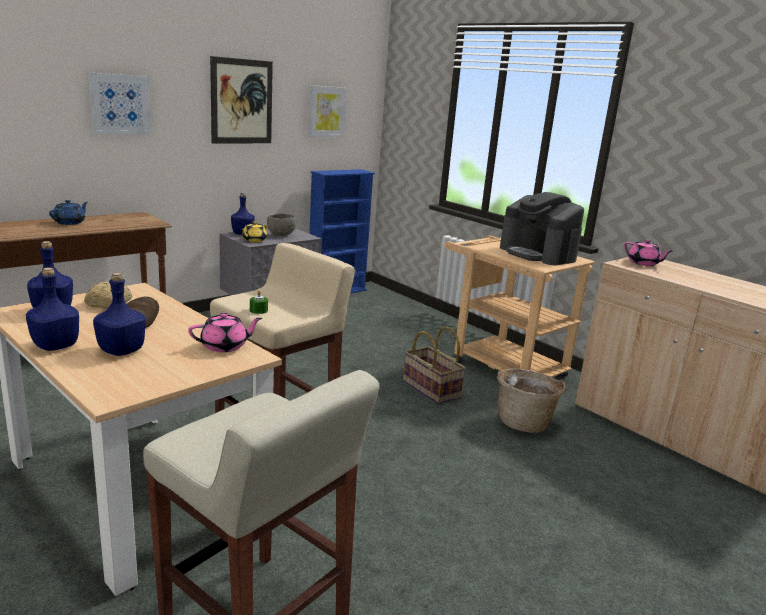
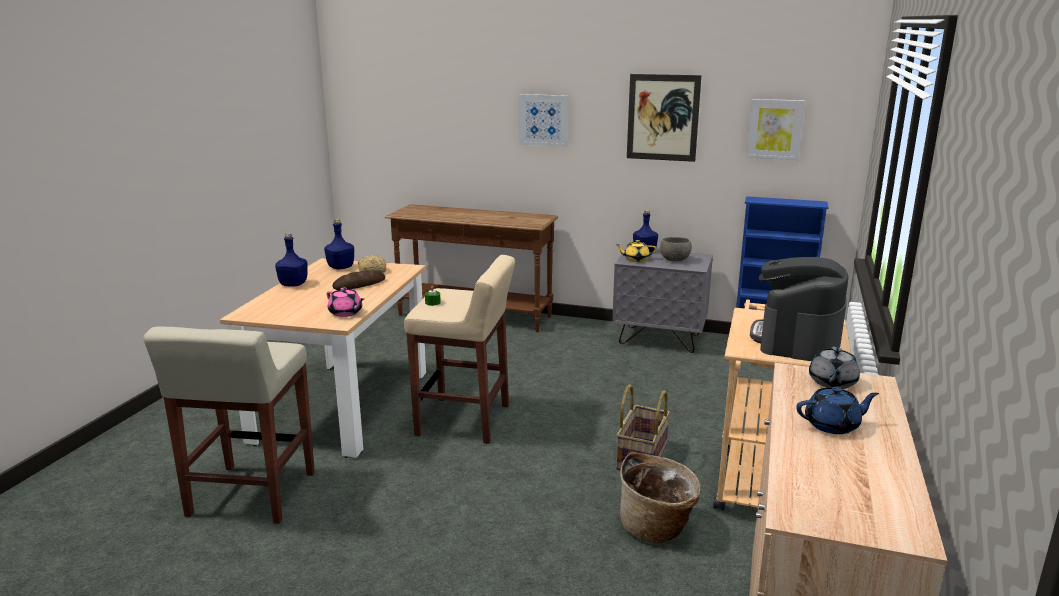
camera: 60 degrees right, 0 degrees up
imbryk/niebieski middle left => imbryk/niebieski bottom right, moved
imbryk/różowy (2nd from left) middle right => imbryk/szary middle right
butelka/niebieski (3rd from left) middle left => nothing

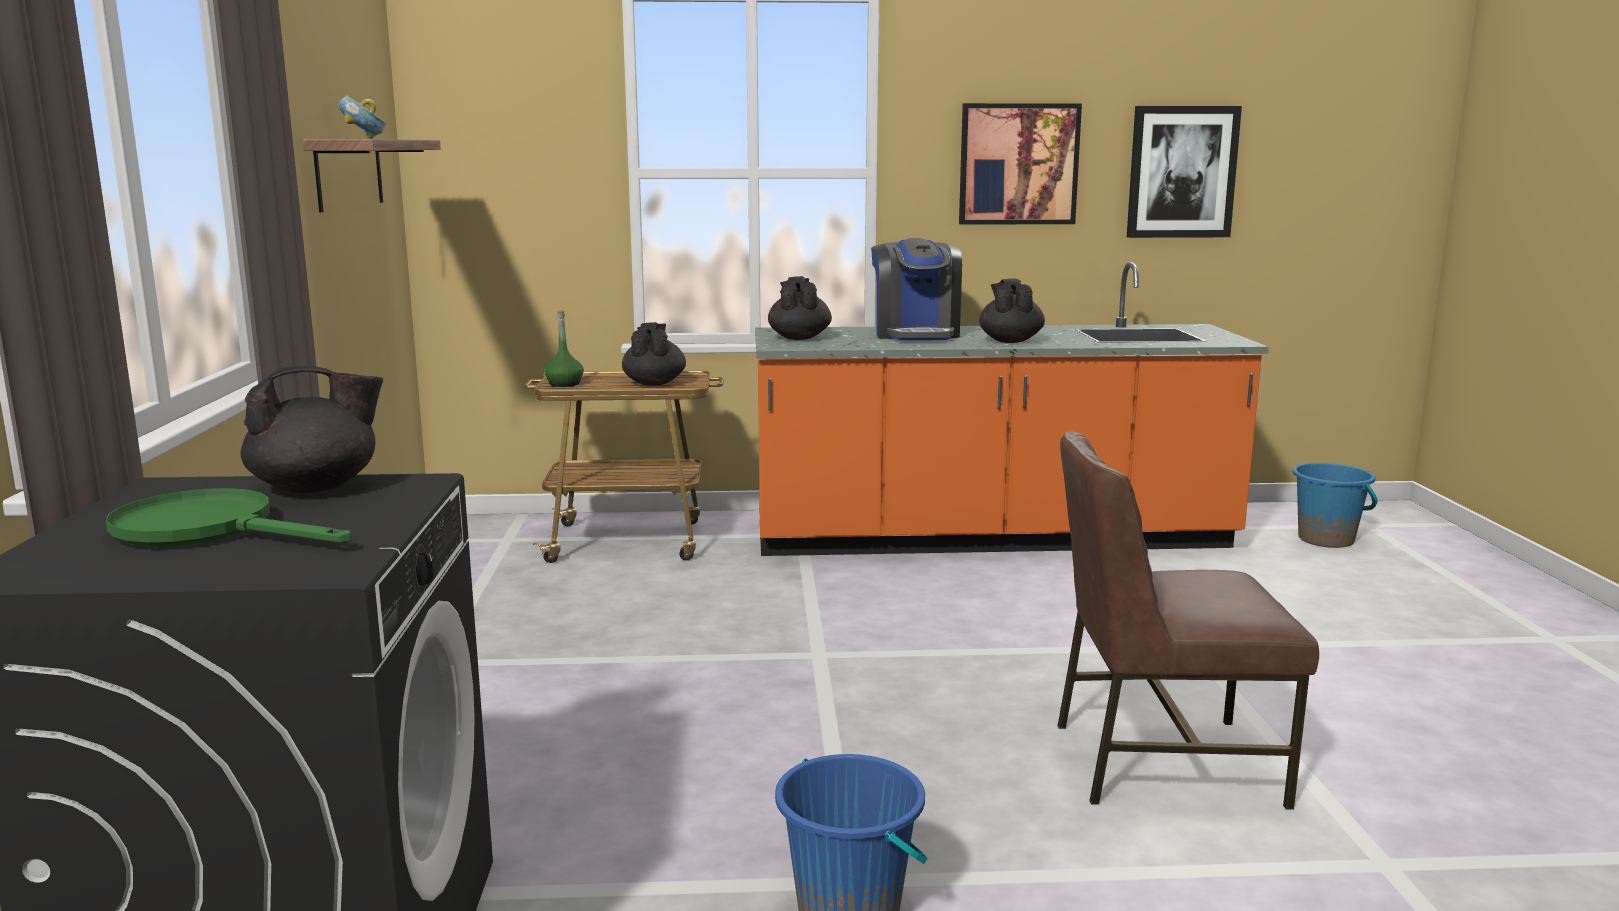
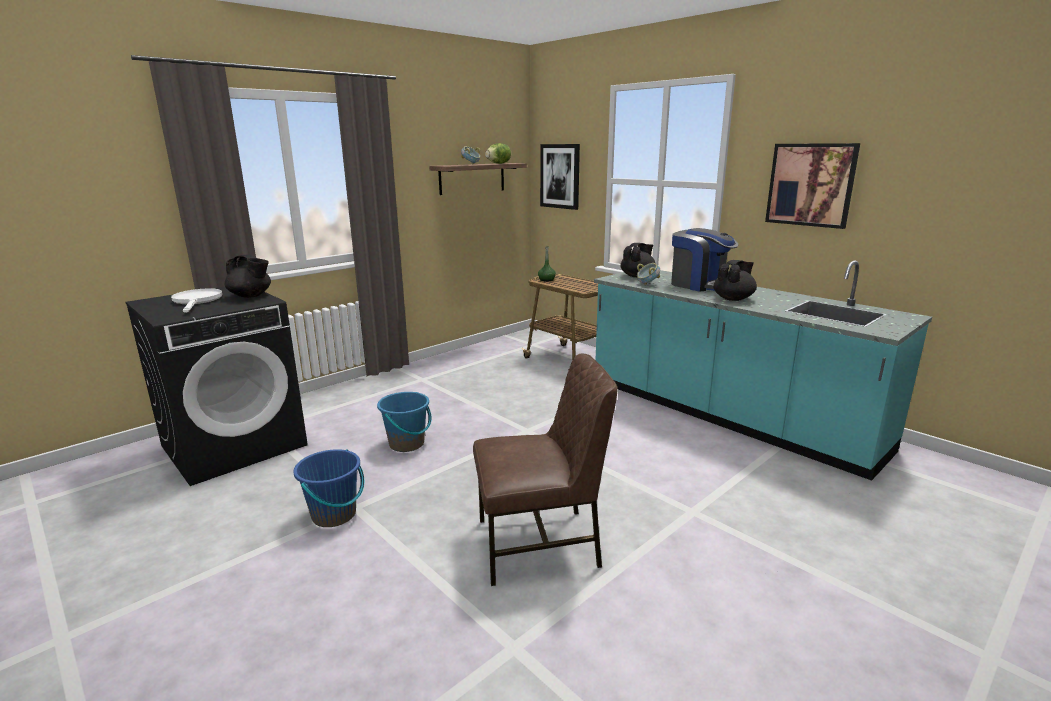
camera: 50 degrees right, 5 degrees up
obraz (2nd from left in the first image) top right => obraz (1st from left) top centre, moved
ekspres do kawy top centre => ekspres do kawy middle right, 90 degrees counterclockwise
zabudowa kuchenna/pomarańczowy centre => zabudowa kuchenna/turkusowy middle right
imbryk/czarny (2nd from left) centre => nothing
krzesło/brązowy bottom right => krzesło/brązowy bottom centre, 120 degrees clockwise
wiadro/niebieski (2nd from left) middle right => wiadro/niebieski (2nd from left) centre, moved
patelnia/zielony middle left => patelnia/biały middle left
nothing => sałata top centre
nothing => miska (2nd from left) centre

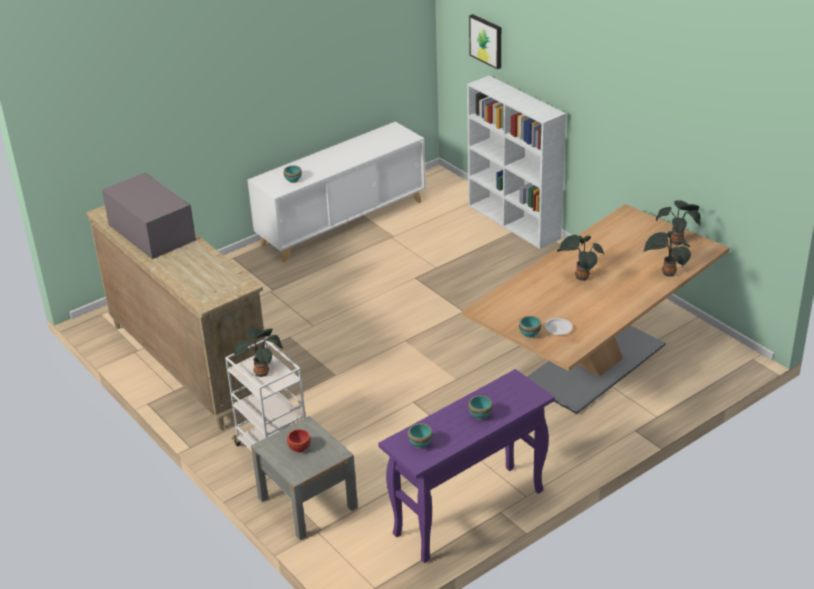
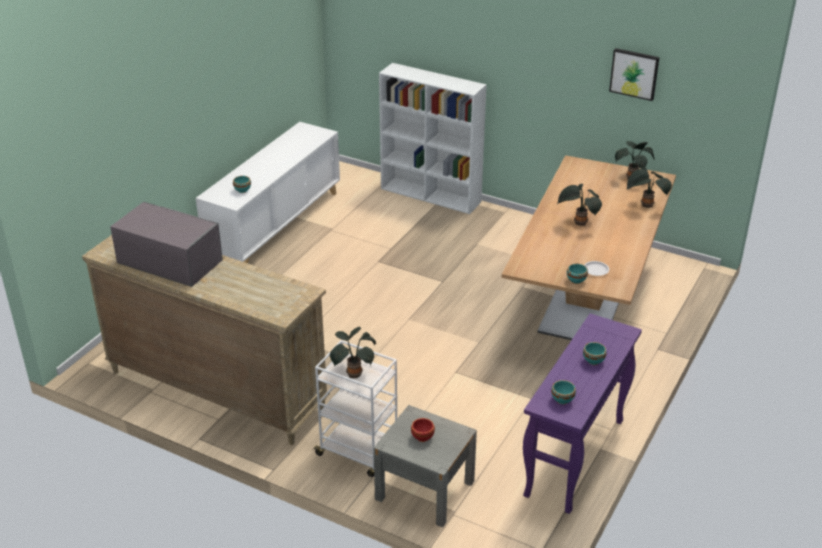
camera: 25 degrees left, 0 degrees up
obraz top centre => obraz top right, moved

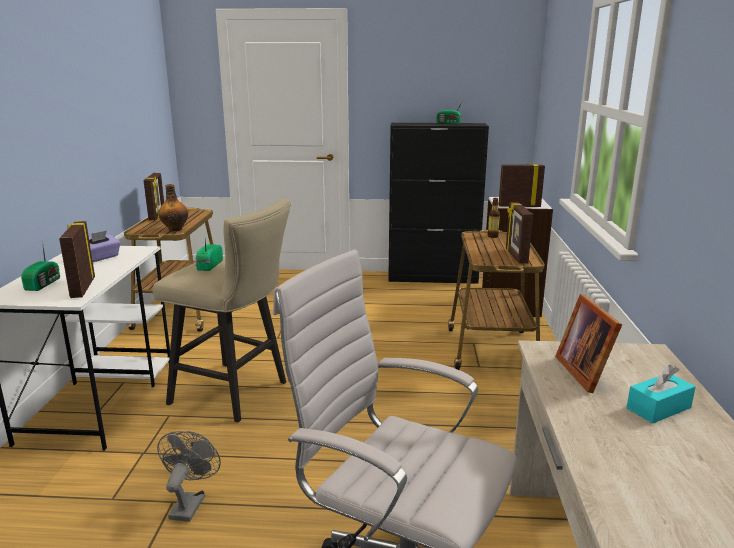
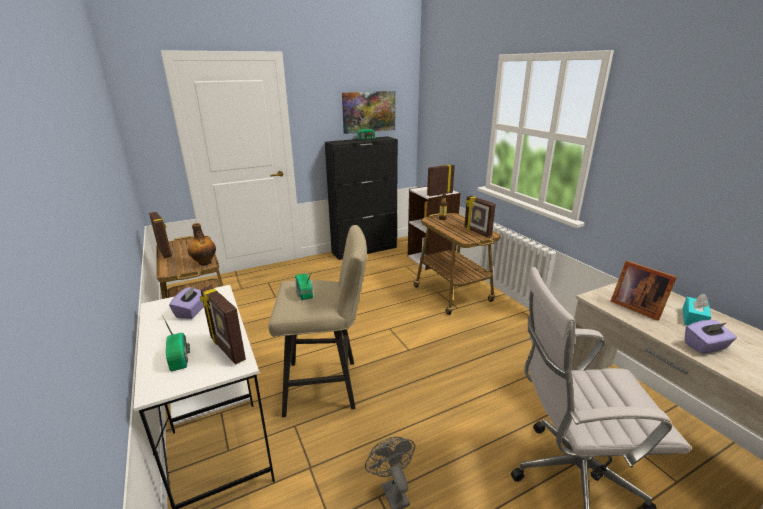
camera: 30 degrees left, 5 degrees up
nothing => obraz top centre
nothing => pudełko chusteczek/fioletowy (2nd from left) middle right

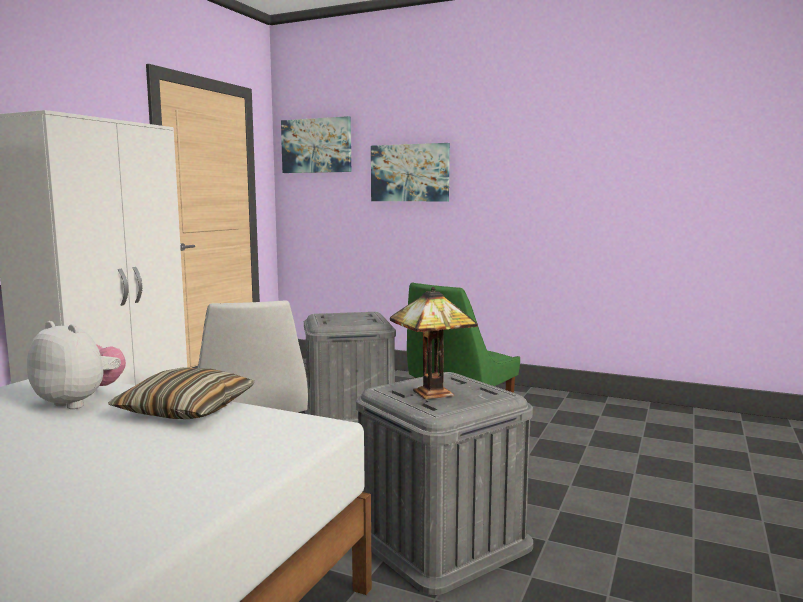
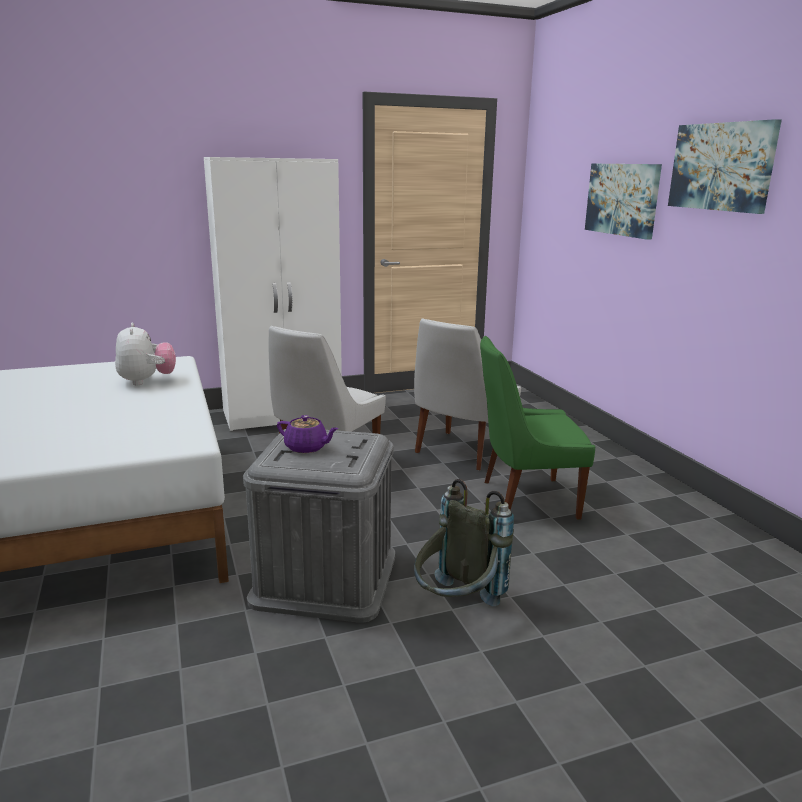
camera: 45 degrees right, 10 degrees up
obraz (1st from left in the first image) top centre => obraz (2nd from left) top right, moved
lampa stołowa centre => imbryk/fioletowy centre
pojemnik do przechowywania/szary (1st from left) centre => krzesło/biały (2nd from left) centre
poduszka middle left => nothing
nothing => plecak/szary bottom centre

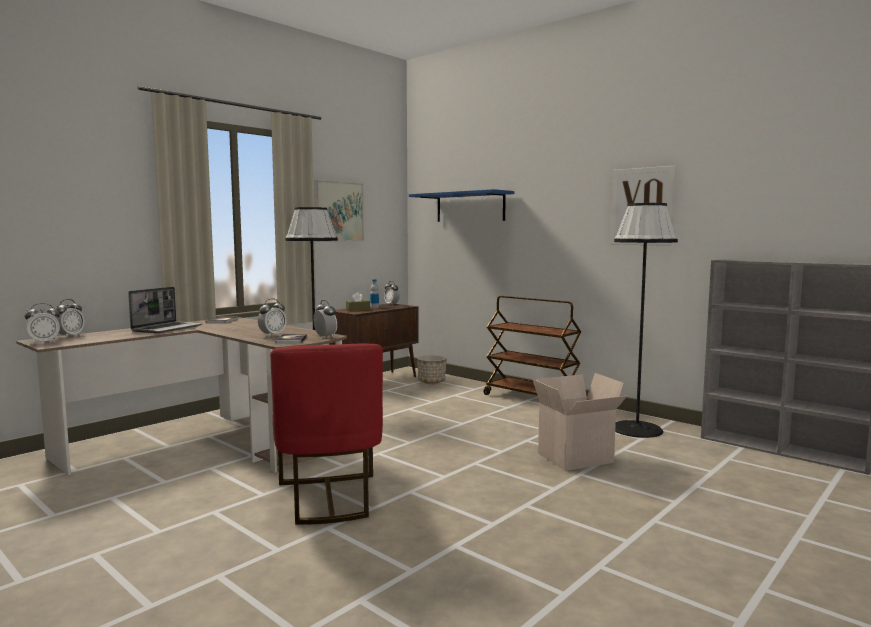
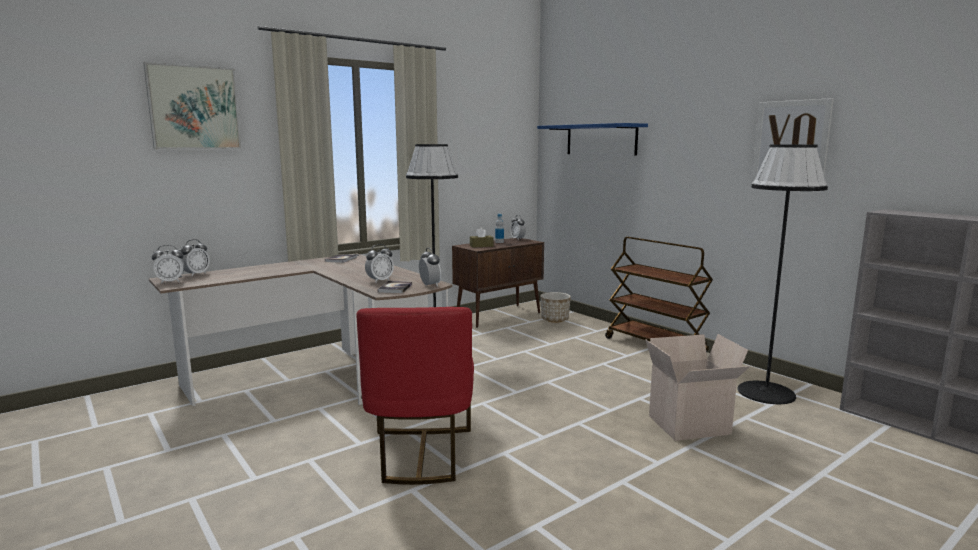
camera: 10 degrees right, 5 degrees up
obraz (1st from left) centre => obraz (1st from left) top left, moved
laptop middle left => nothing

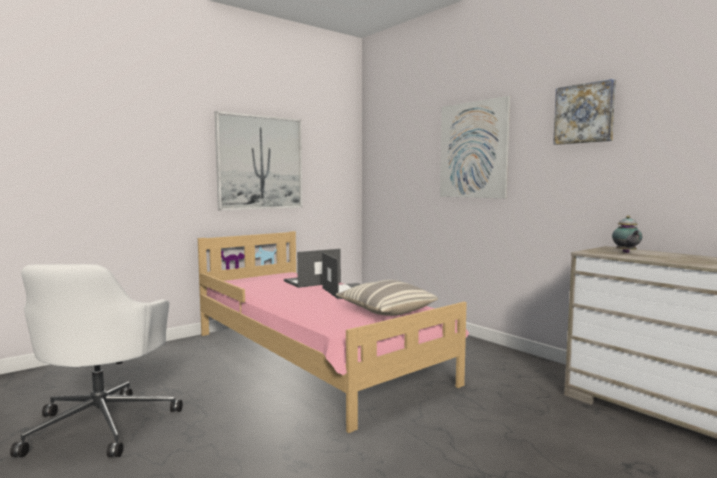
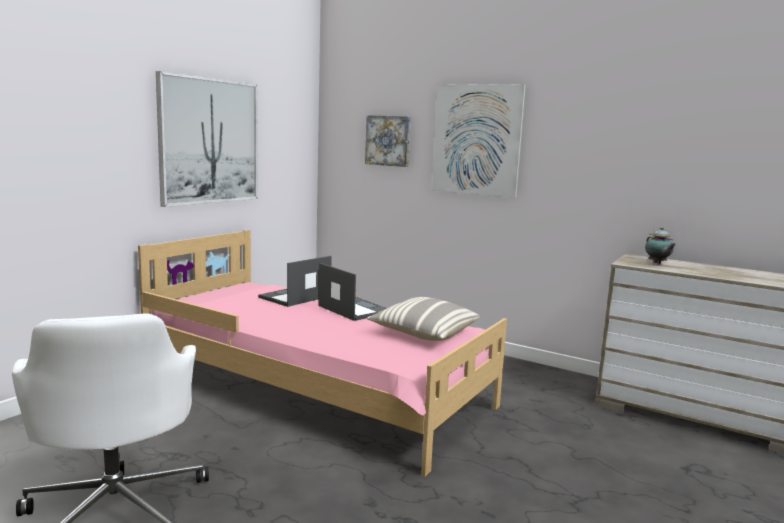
camera: 20 degrees left, 5 degrees up
obraz (3rd from left in the first image) top right => obraz (2nd from left) top centre, moved

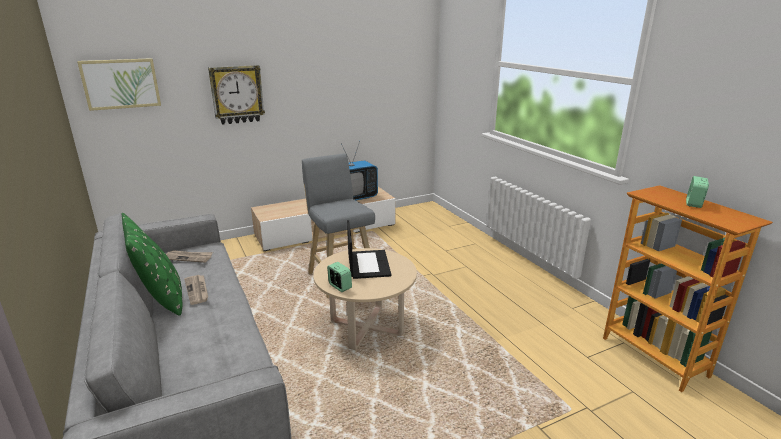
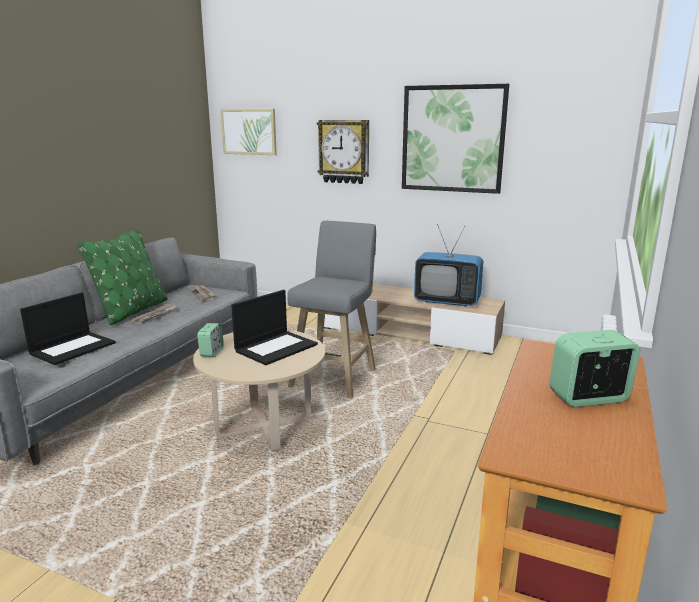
camera: 50 degrees right, 5 degrees down
nothing => obraz (2nd from left) top centre
nothing => laptop (1st from left) middle left

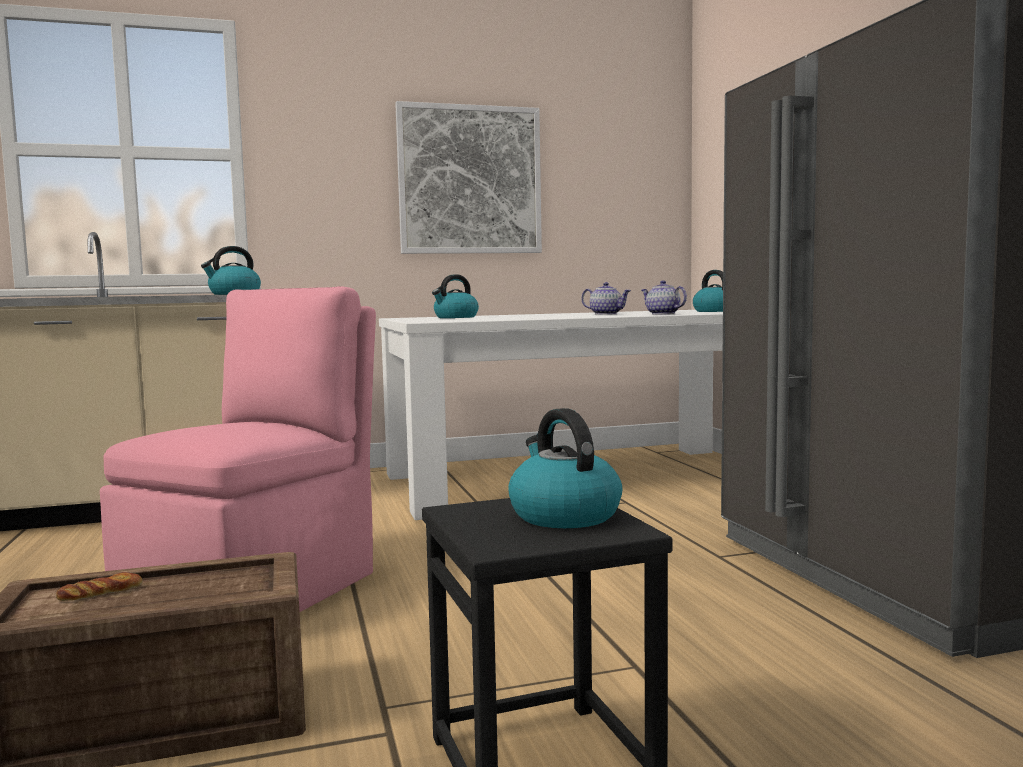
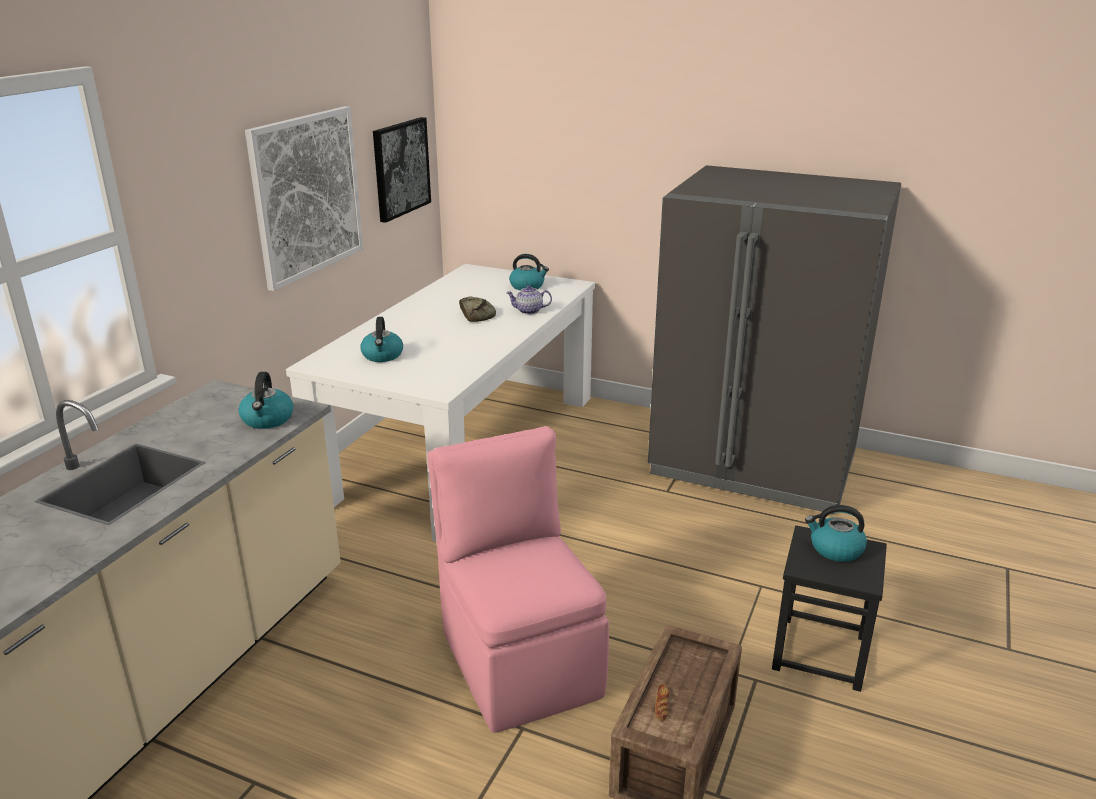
camera: 50 degrees left, 20 degrees up
imbryk (1st from left) centre => chleb (1st from left) centre
nothing => obraz (2nd from left) top centre

